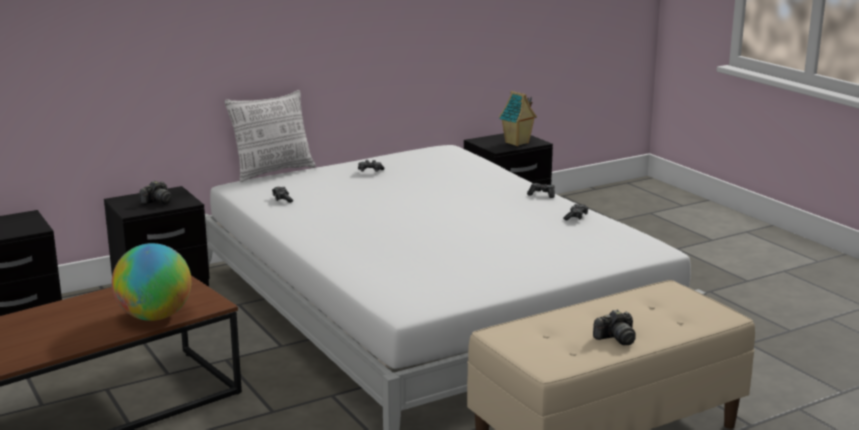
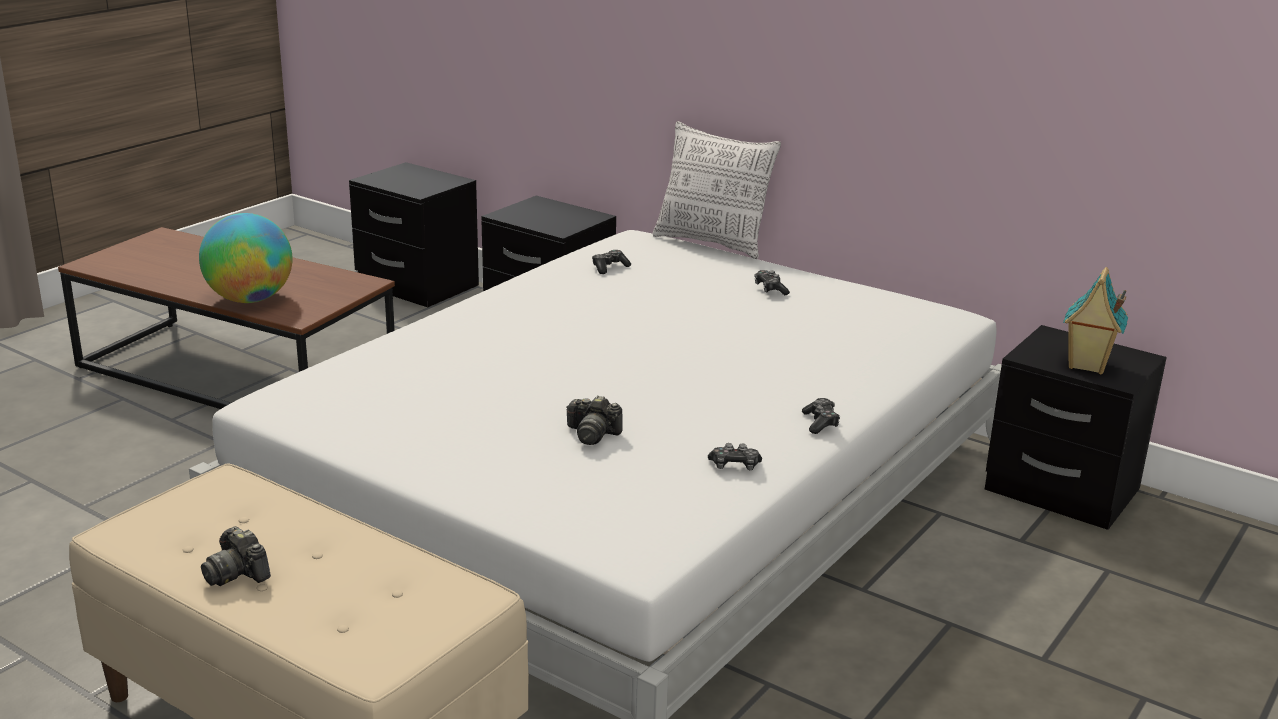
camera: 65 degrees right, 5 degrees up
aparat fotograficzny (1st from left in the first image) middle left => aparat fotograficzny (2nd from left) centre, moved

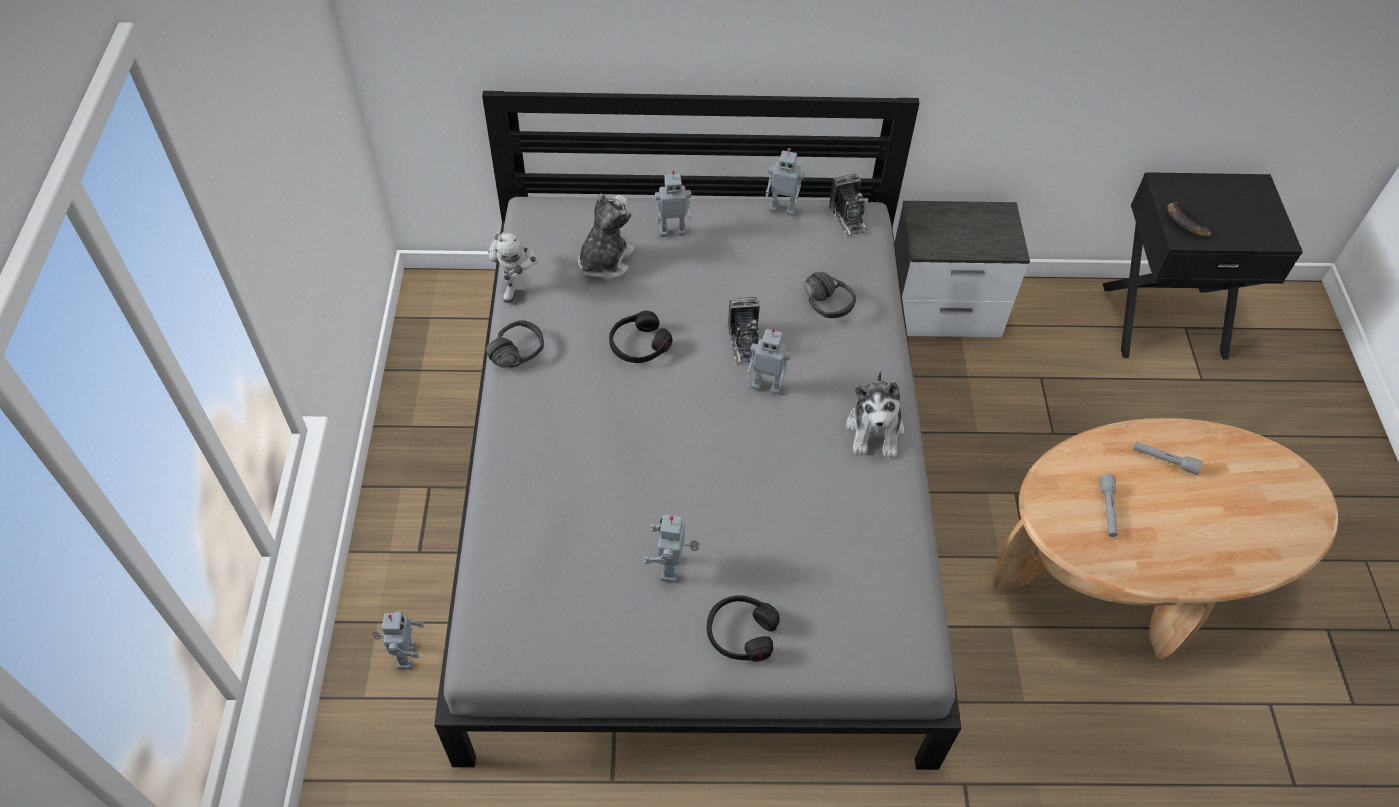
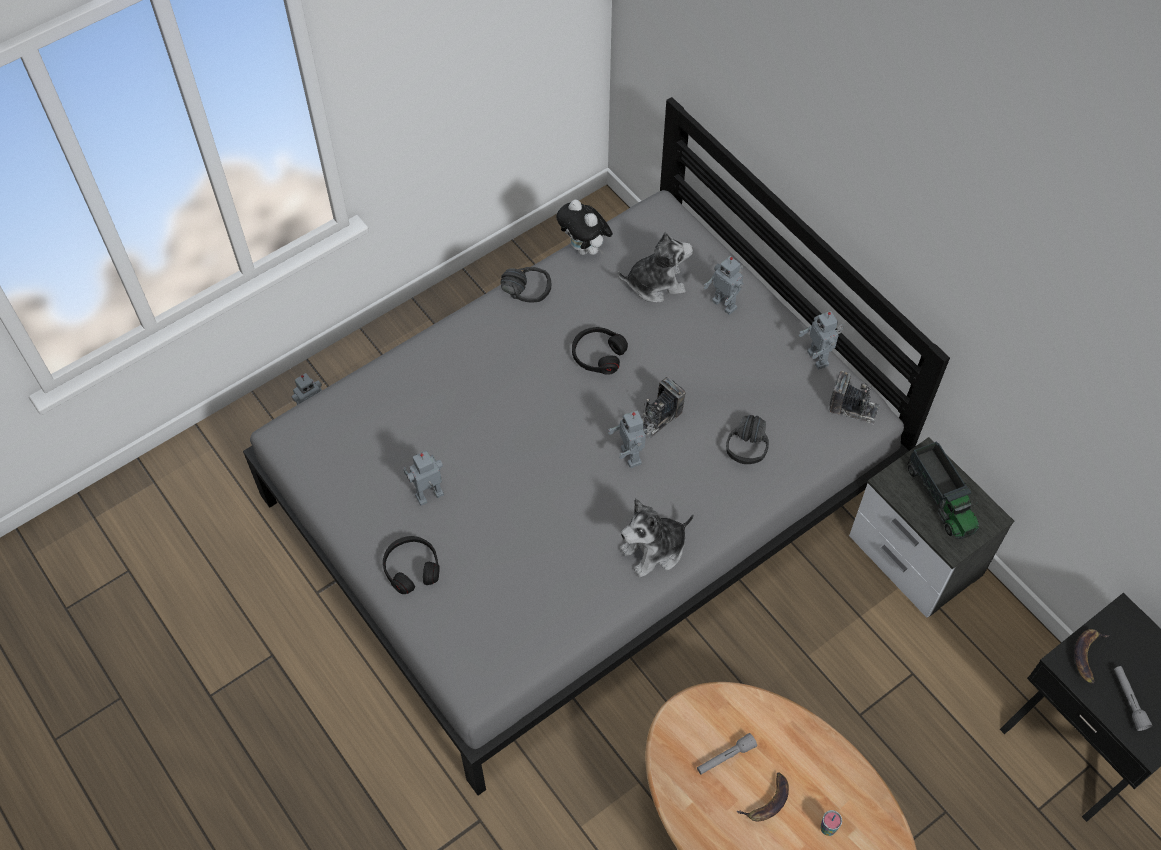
camera: 55 degrees right, 5 degrees up
aparat fotograficzny (2nd from left) top centre => aparat fotograficzny (2nd from left) middle right, 105 degrees counterclockwise
robot zabawkowy (2nd from left) top centre => pluszak (1st from left) top centre
latarka/szary (2nd from left) middle right => latarka/szary (2nd from left) bottom right, moved
nothing => ciężarówka zabawkowa middle right
nothing => banan (1st from left) bottom centre
nothing => filiżanka bottom right

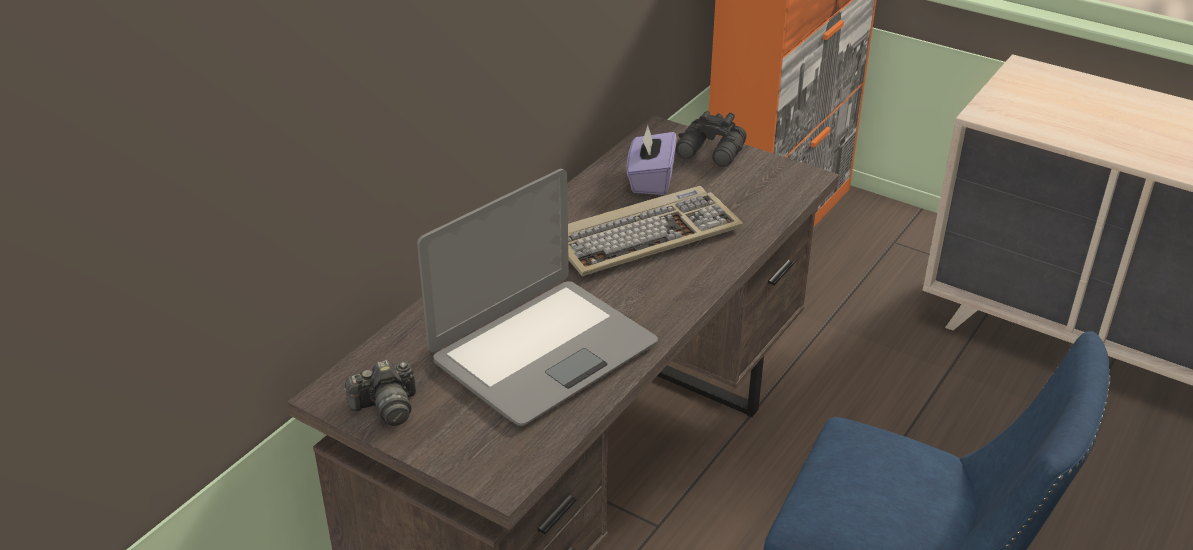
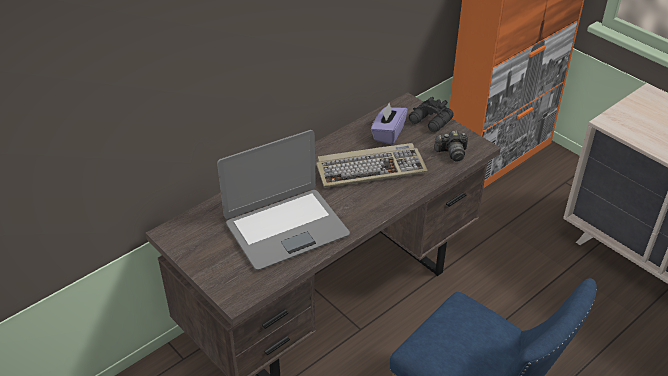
camera: 15 degrees right, 5 degrees up
aparat fotograficzny bottom left => aparat fotograficzny middle right, moved

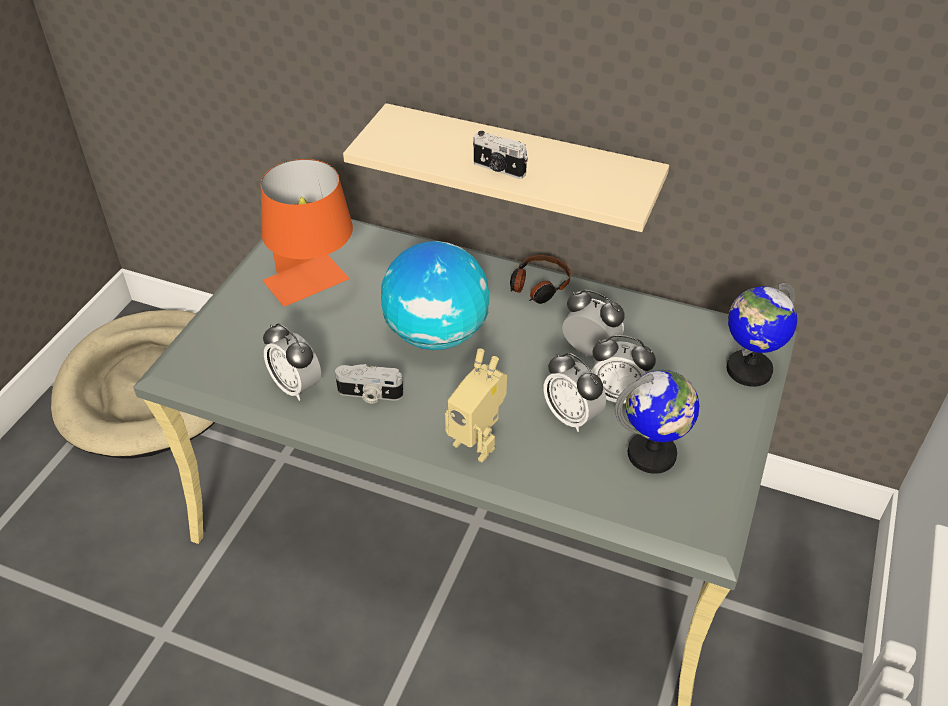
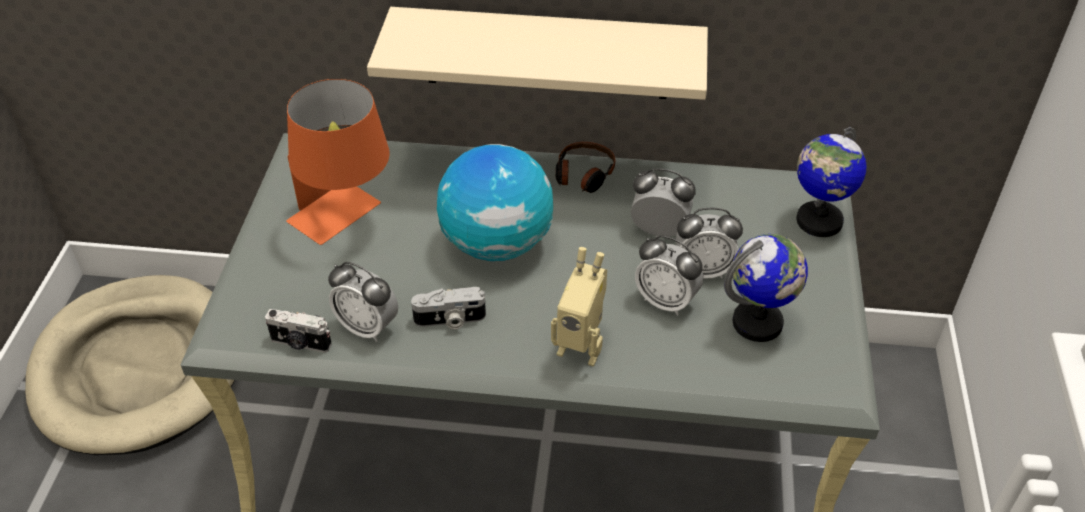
camera: 15 degrees left, 0 degrees up
aparat fotograficzny (2nd from left in the first image) top centre => aparat fotograficzny (1st from left) middle left, moved

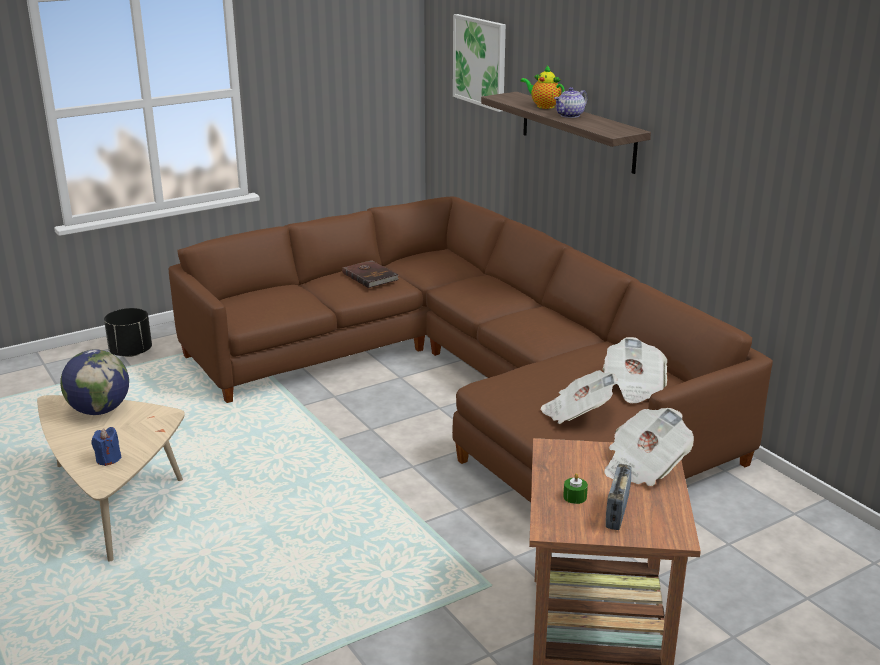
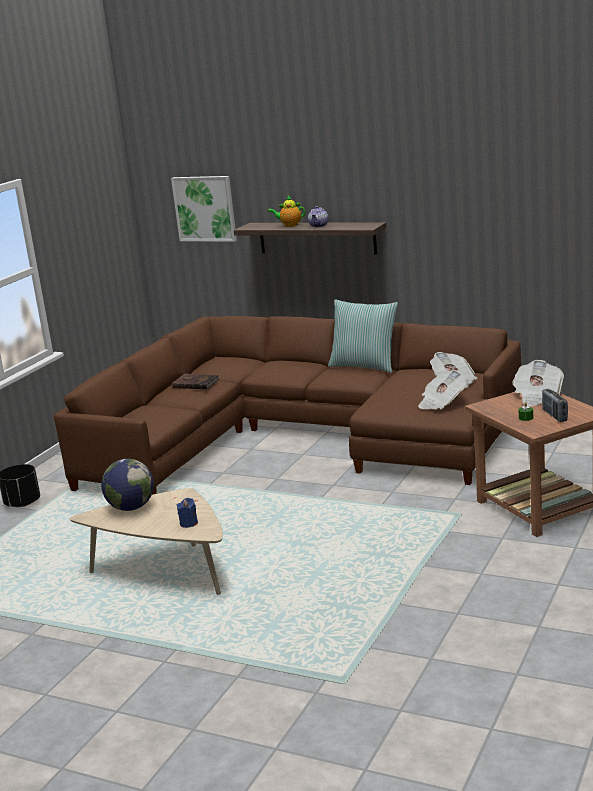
camera: 30 degrees left, 5 degrees down
nothing => poduszka centre

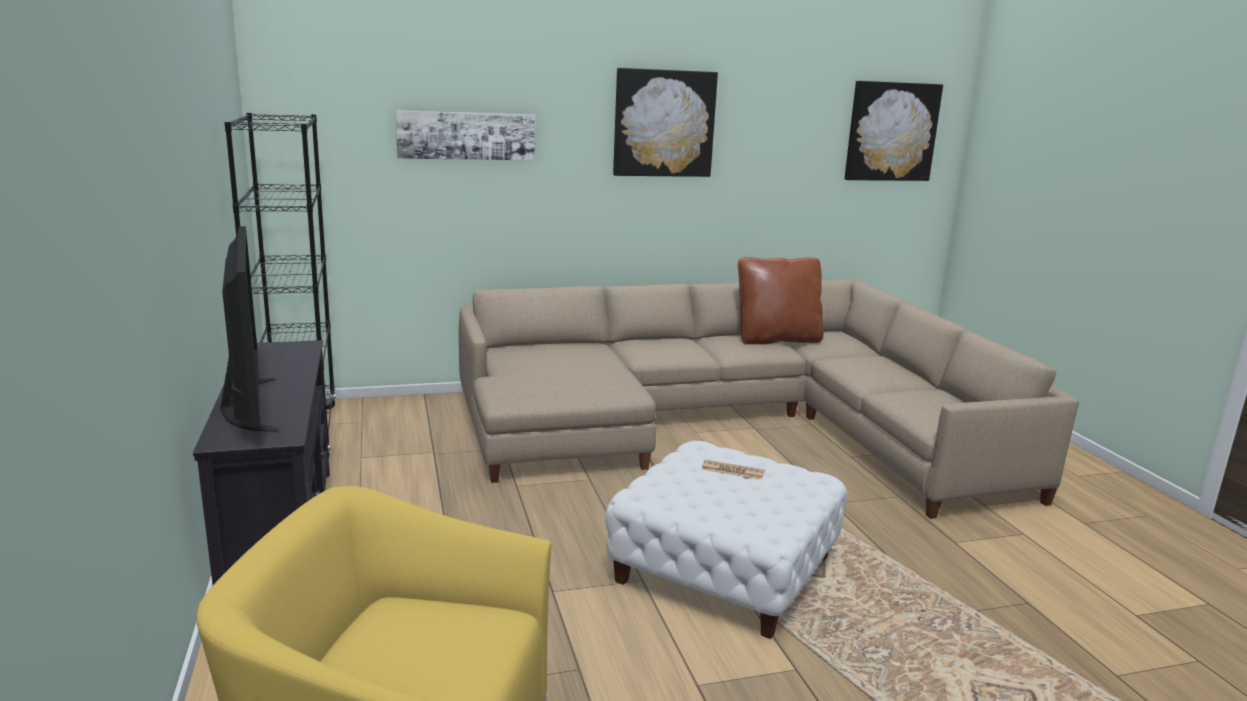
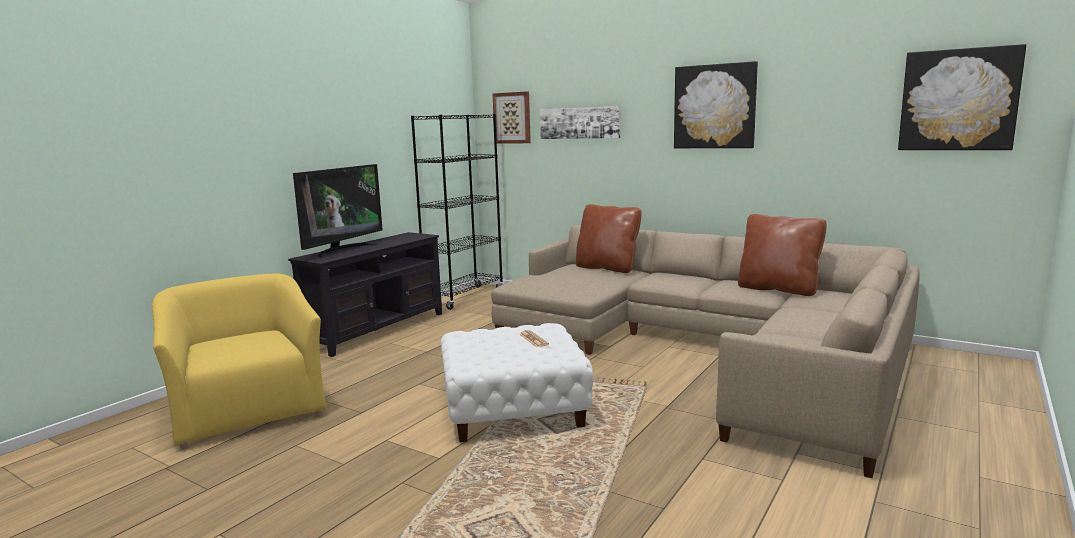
camera: 50 degrees right, 5 degrees down
nothing => obraz (1st from left) top centre
nothing => poduszka/brązowy (1st from left) centre

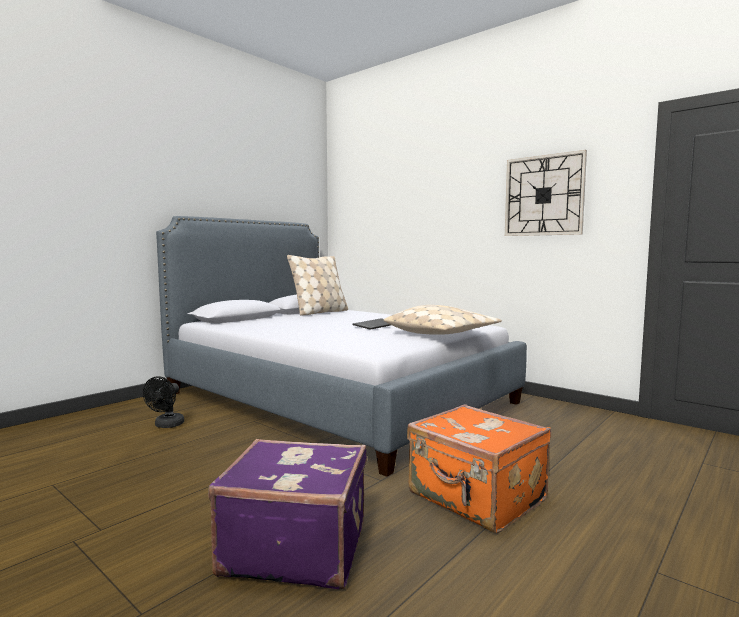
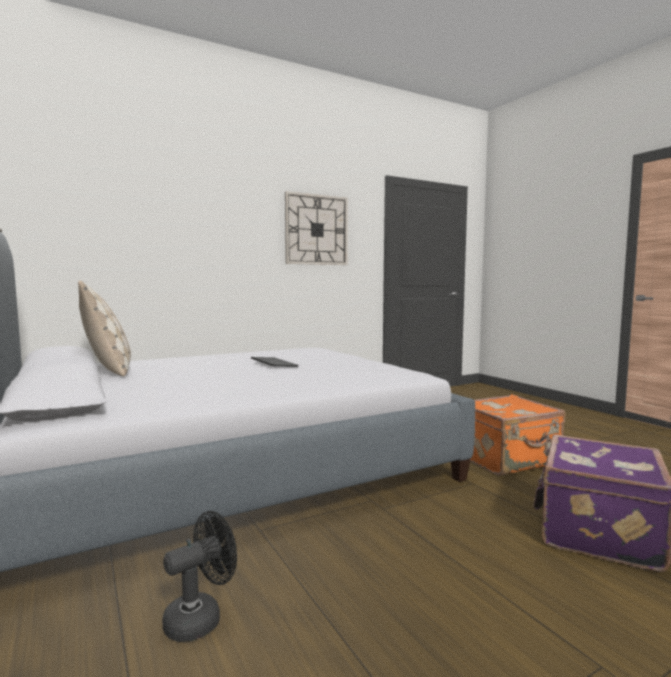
camera: 70 degrees left, 0 degrees up
poduszka/beżowy (2nd from left) centre => nothing
wentylator/czarny middle left => wentylator/czarny bottom left, 75 degrees counterclockwise

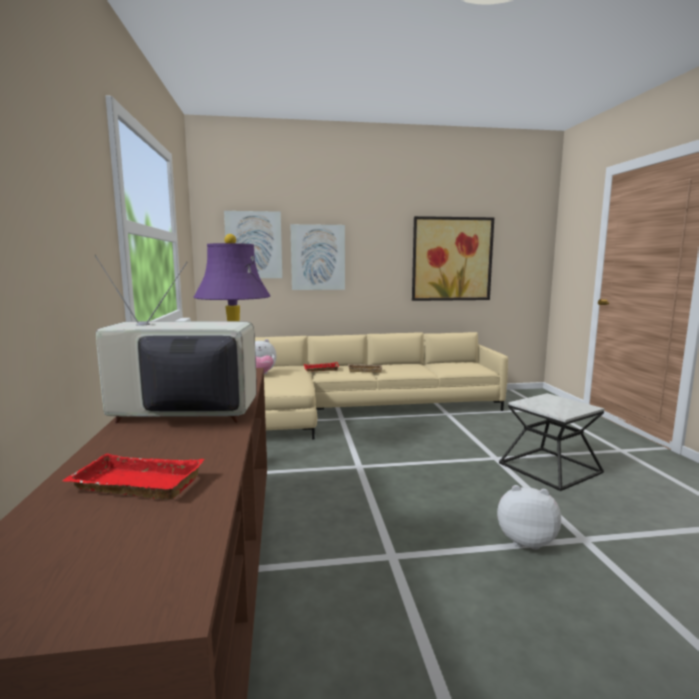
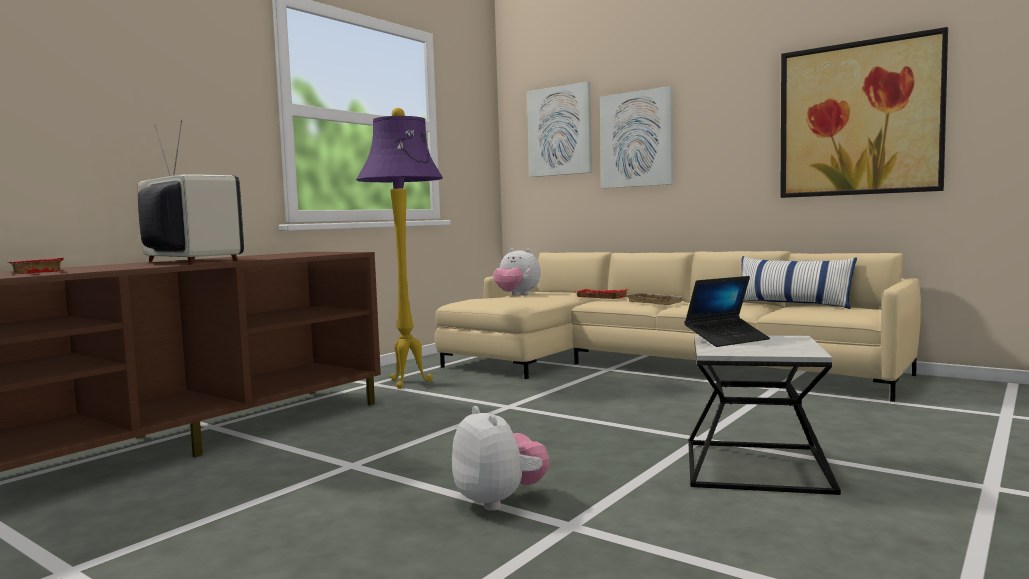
camera: 45 degrees right, 5 degrees down
nothing => poduszka middle right
nothing => laptop middle right

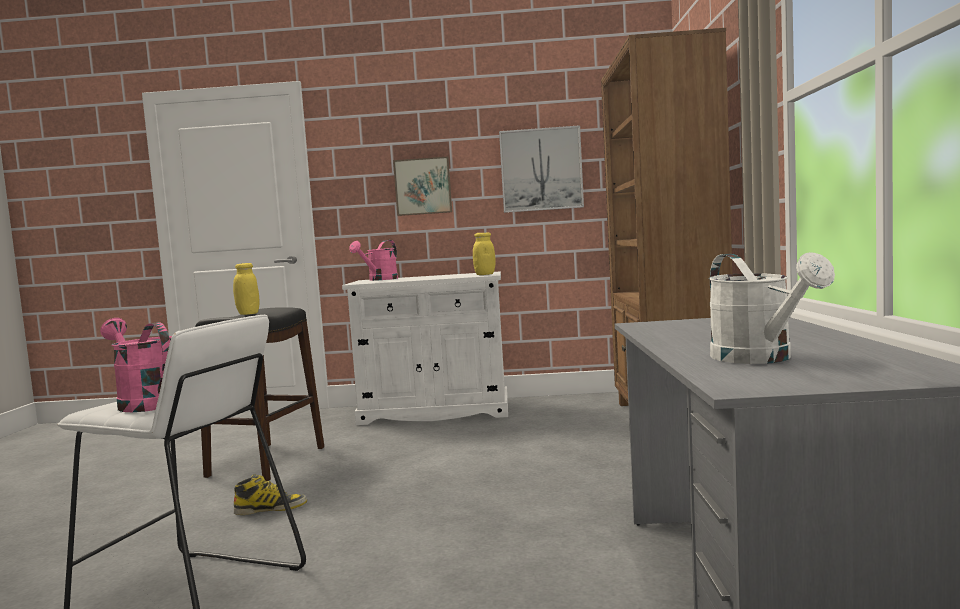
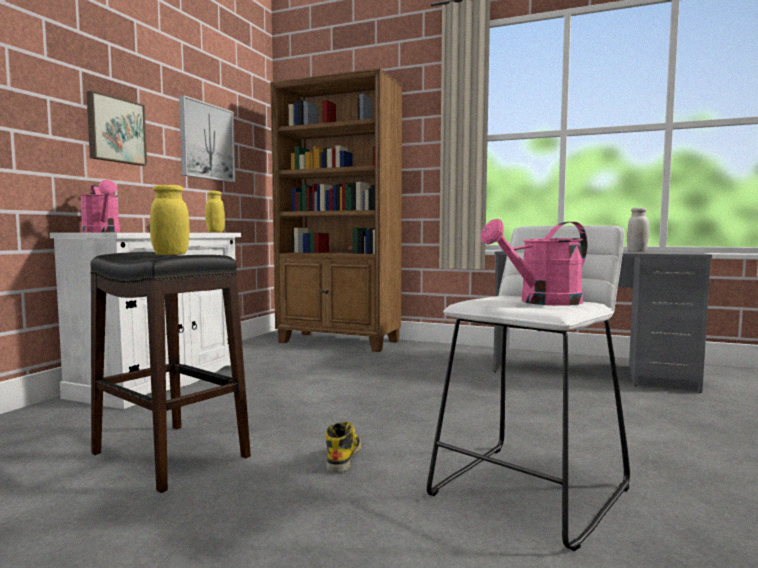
camera: 70 degrees left, 0 degrees up
konewka/biały middle right => słoik/biały middle right

